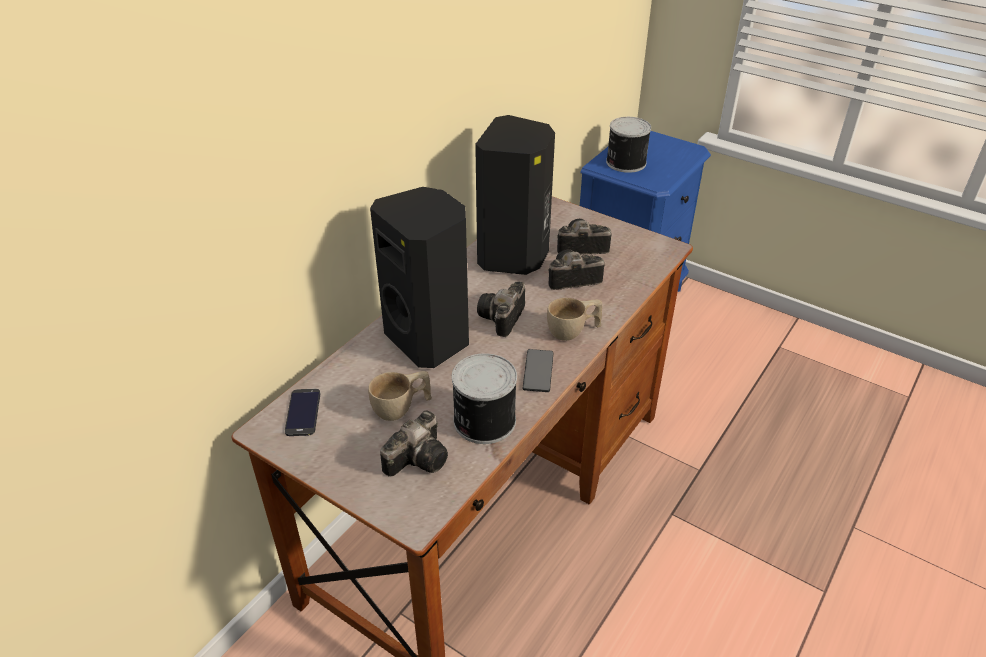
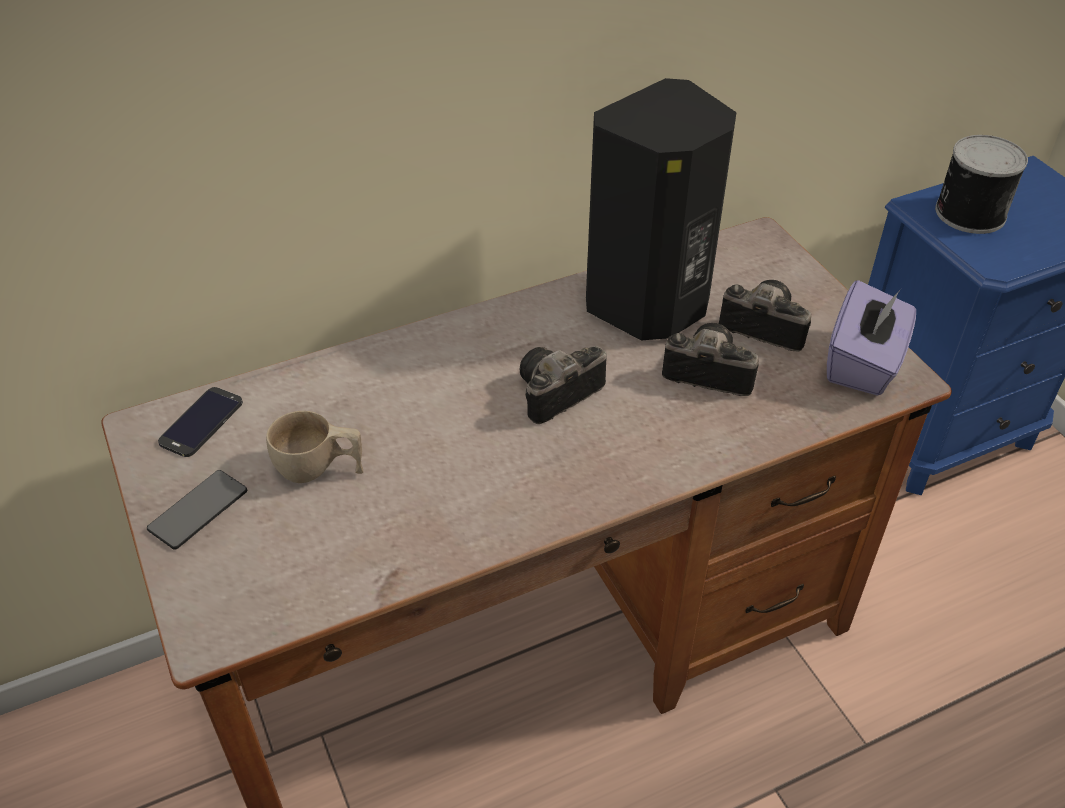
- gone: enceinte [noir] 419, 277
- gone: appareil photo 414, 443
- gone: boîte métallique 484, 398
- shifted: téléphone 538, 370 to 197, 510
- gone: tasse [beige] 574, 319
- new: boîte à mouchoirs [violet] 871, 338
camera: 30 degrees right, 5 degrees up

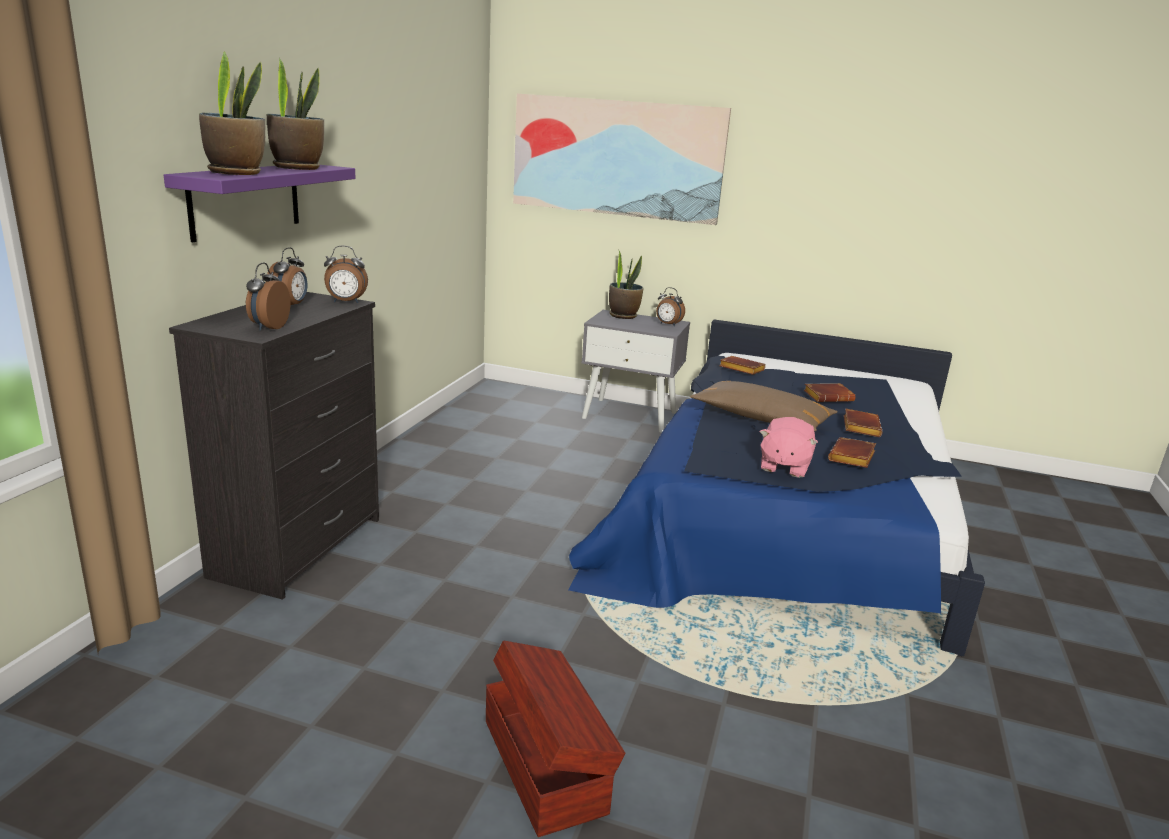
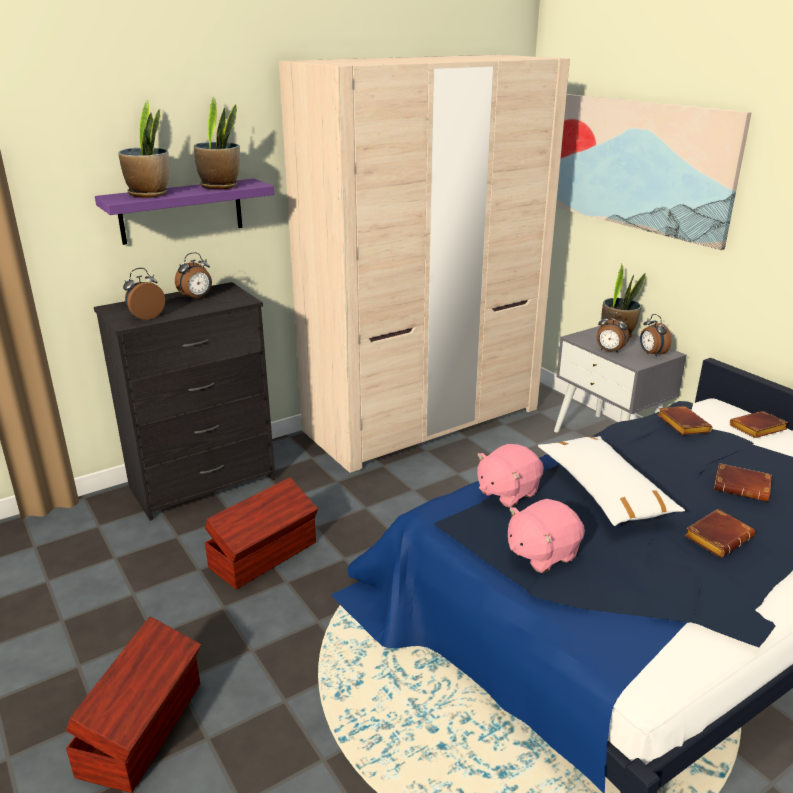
- shifted: réveil 346, 274 to 613, 333
- repainted: coussin [marron] 764, 406 to coussin [blanc] 611, 481
- shifted: livre [marron] 852, 452 to 759, 424
- new: boîte de rangement [marron] 261, 533
- new: armoire [beige] 424, 264
- new: peluche [rose] 510, 475
camera: 40 degrees right, 5 degrees up

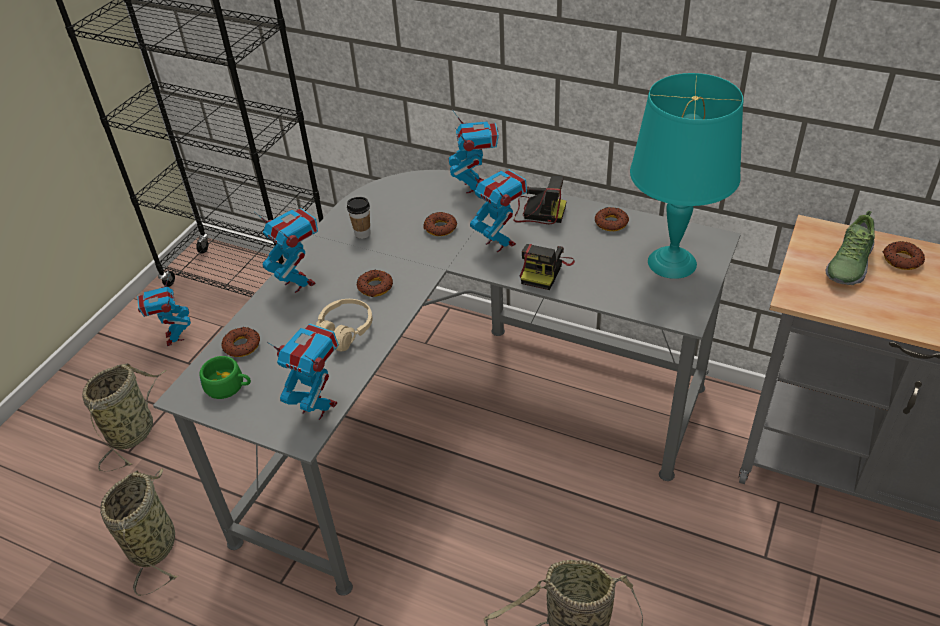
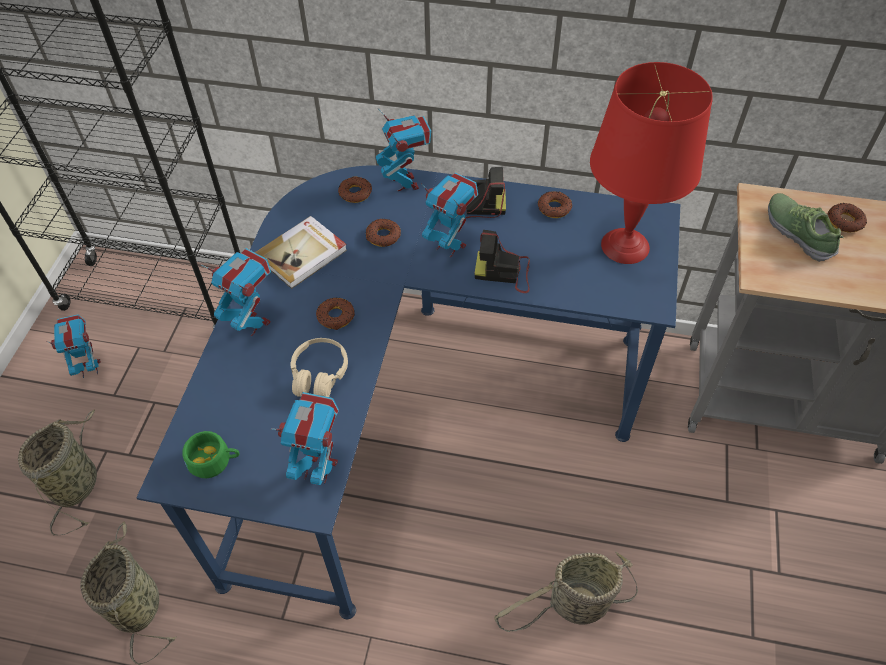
- rotated: robot jouet 164, 310 = 73, 346 105 degrees clockwise
- repainted: bureau [gris] 447, 383 to bureau [bleu] 408, 392
- shifted: beignet 240, 342 to 355, 190
- swapped: tasse 359, 218 to livre 301, 252
- rotated: appareil photo 547, 267 = 502, 261 90 degrees clockwise
- repainted: lampe de table [turquoise] 686, 176 to lampe de table [rouge] 651, 163
- rotated: chaussure 850, 248 = 805, 227 135 degrees clockwise
camera: 15 degrees left, 10 degrees up

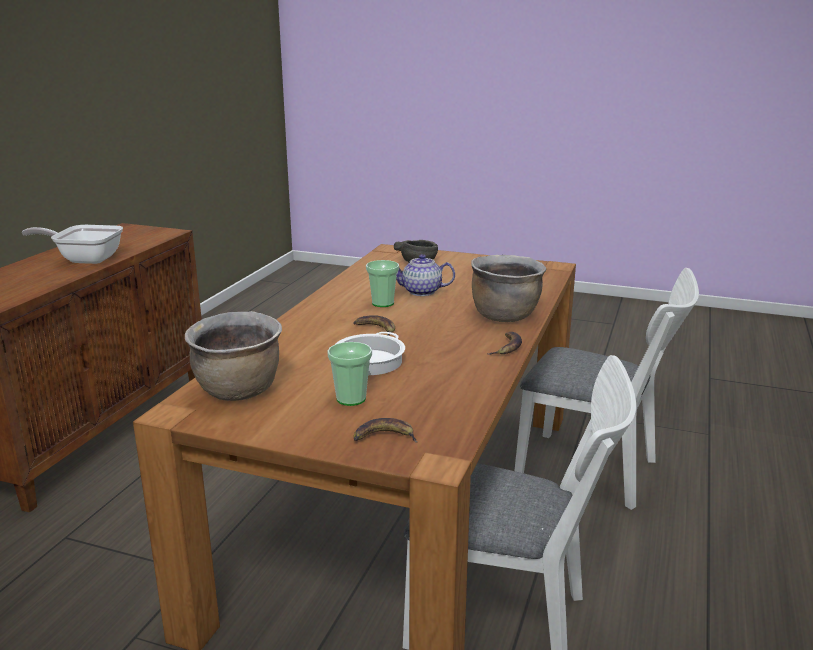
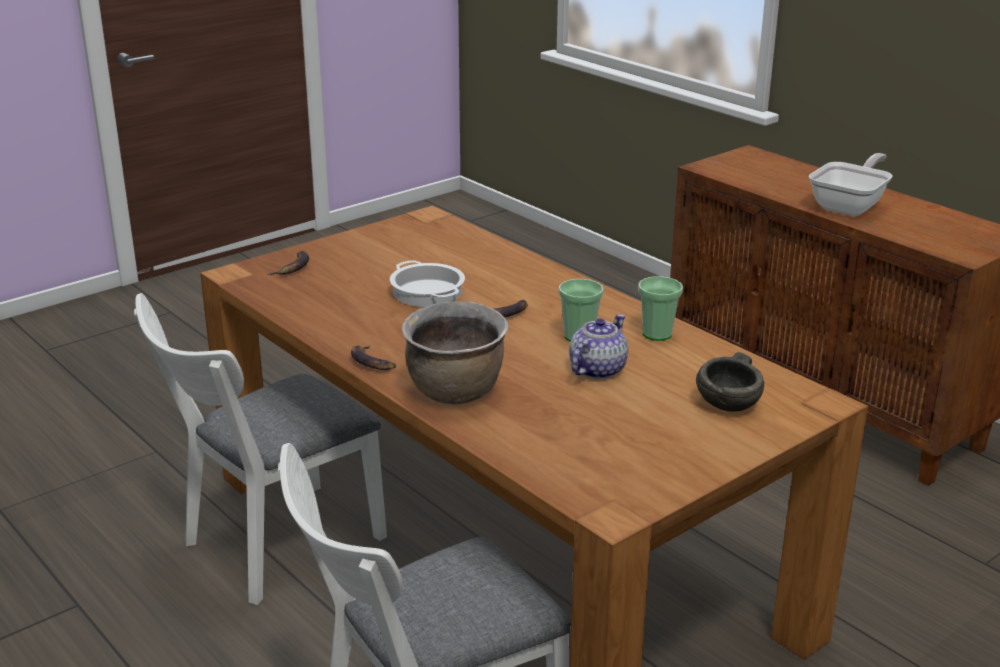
- gone: marmite [marron] 233, 356
- shifted: tasse 349, 374 to 660, 308
camera: 120 degrees right, 5 degrees up

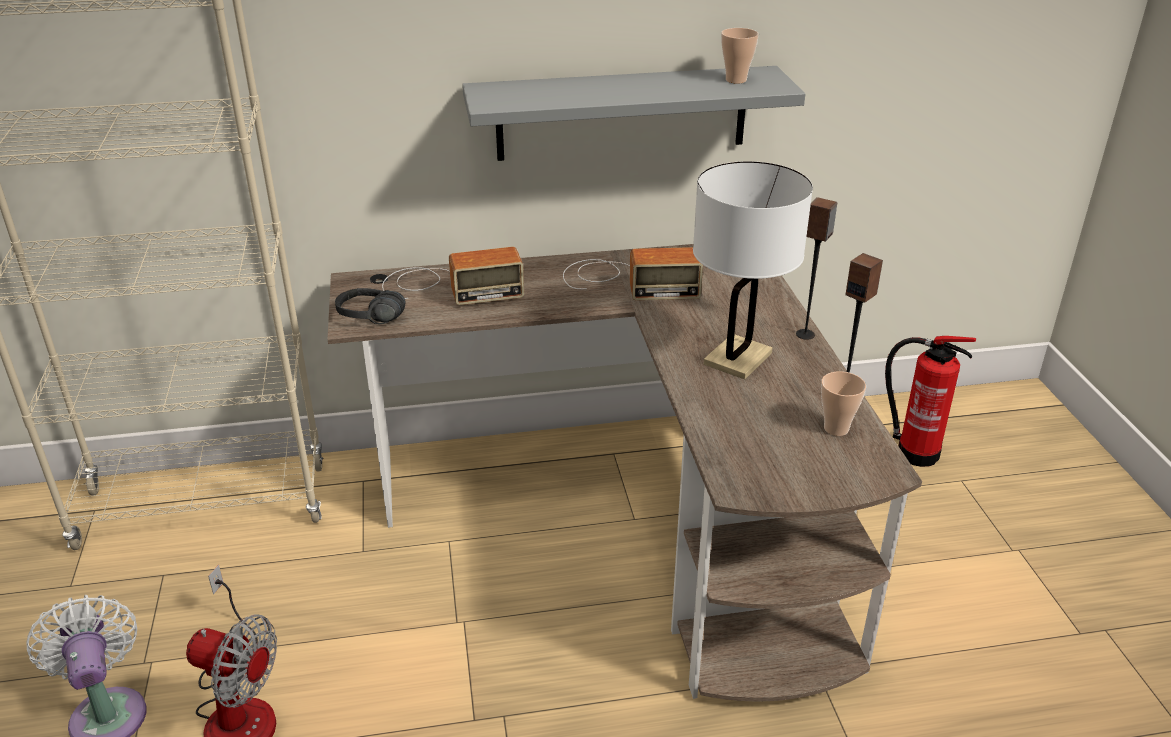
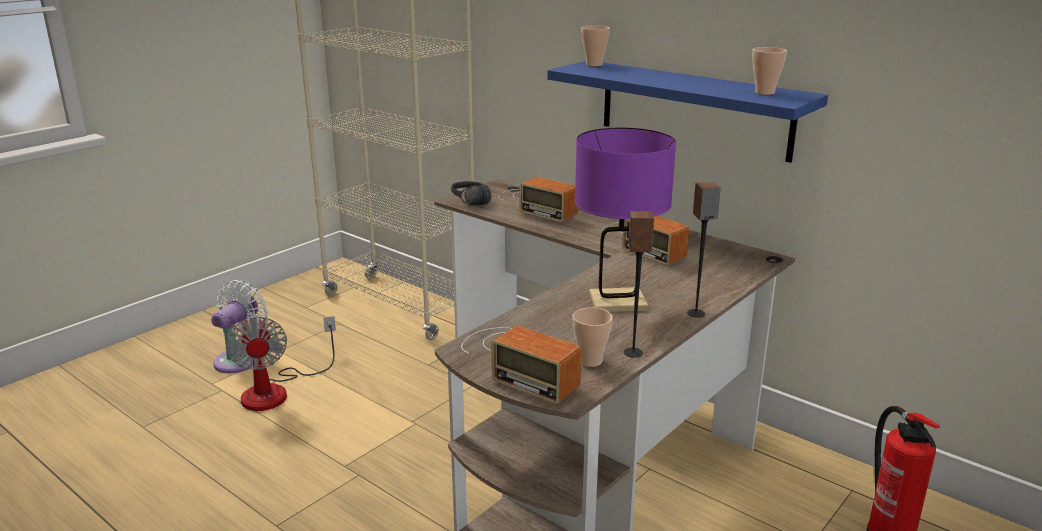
- repainted: étagère [gris] 633, 113 to étagère [bleu] 687, 112
- repainted: lampe de table [blanc] 753, 270 to lampe de table [violet] 625, 219
- new: radio 521, 365
- new: tasse 595, 45
camera: 50 degrees right, 10 degrees down

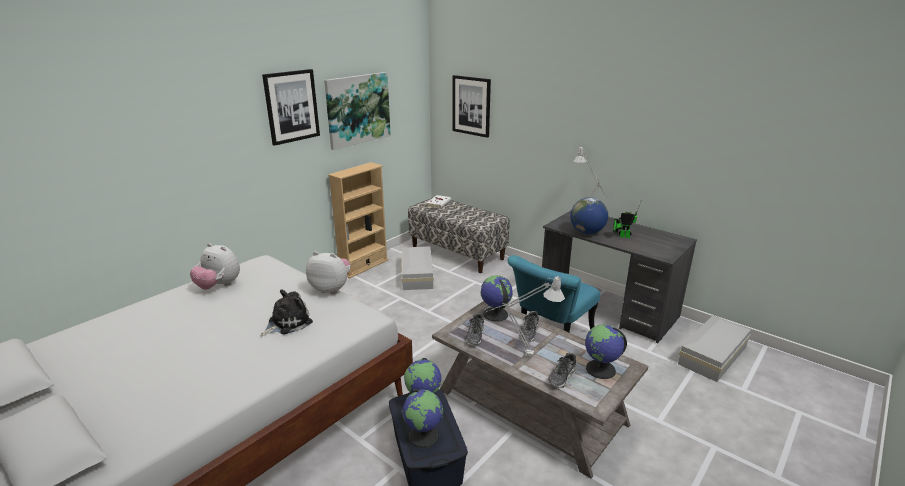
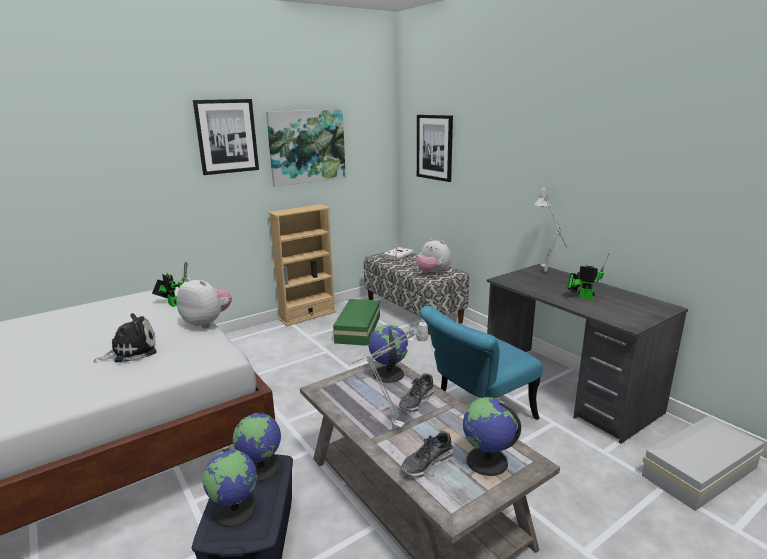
- shifted: peluche 215, 266 to 433, 256
- repainted: boîte de rangement [blanc] 418, 268 to boîte de rangement [vert] 357, 322
- gone: chaussure 474, 329
- gone: globe 589, 215
- new: robot jouet 169, 284
camera: 15 degrees right, 5 degrees down

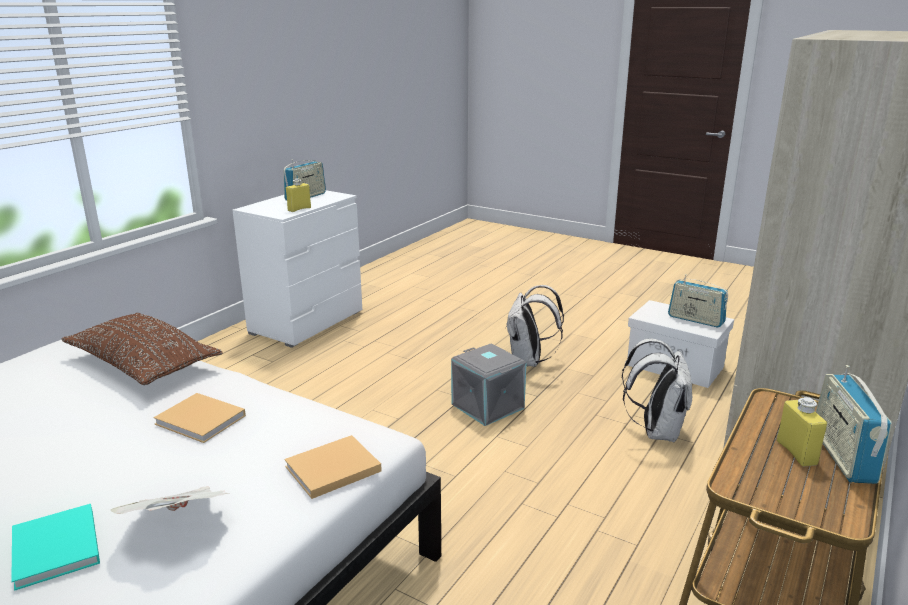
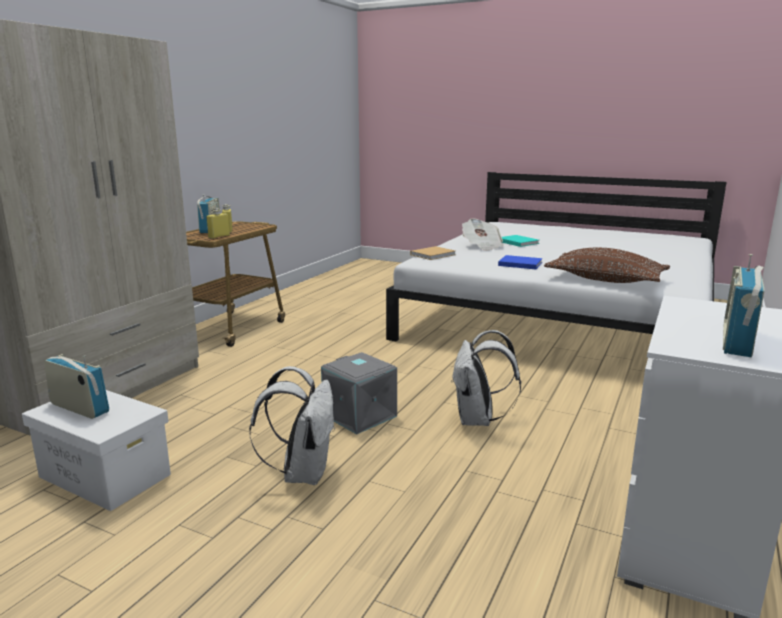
- repainted: livre [beige] 199, 418 to livre [bleu] 520, 262
- shifted: bouteille [jaune] 298, 195 to 218, 224
- shifted: sac à dos [blanc] 657, 391 to 486, 378
camera: 175 degrees right, 5 degrees down

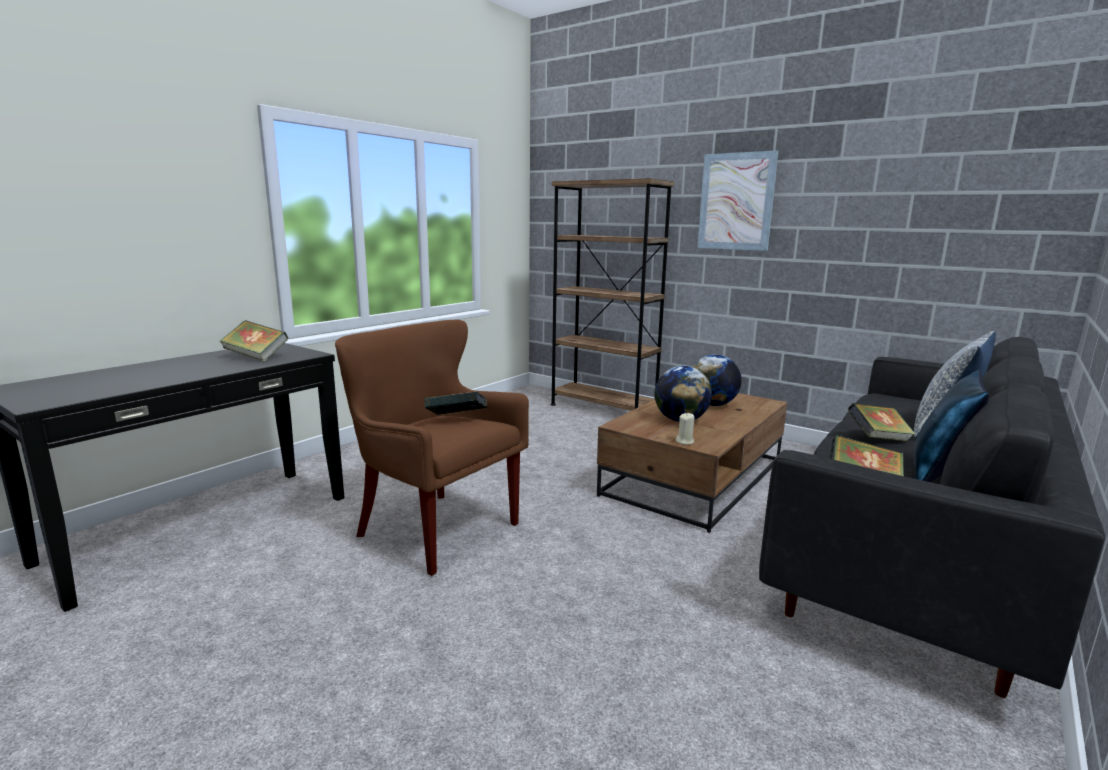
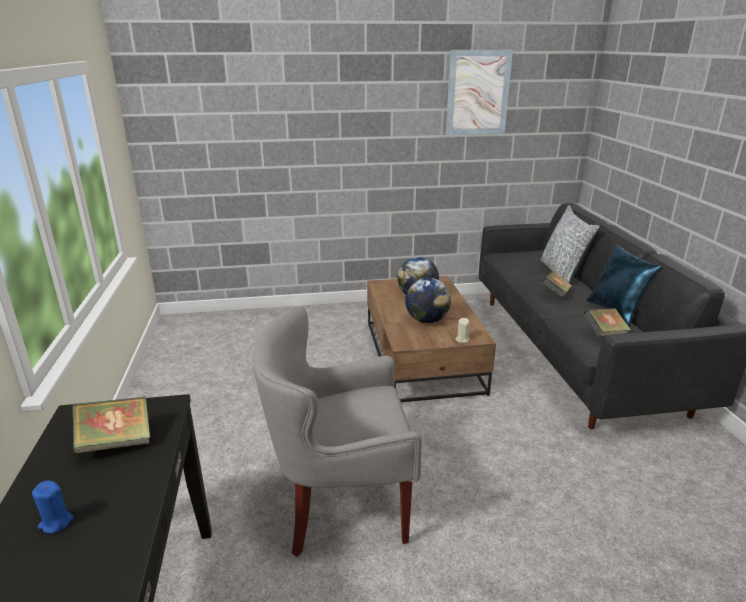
- repainted: fauteuil [marron] 432, 448 to fauteuil [gris] 337, 431
- gone: livre 456, 403
- gone: bibliothèque [marron] 612, 294
- shifted: tableau 737, 200 to 479, 92
- new: bougie [bleu] 52, 507
camera: 45 degrees left, 10 degrees up

